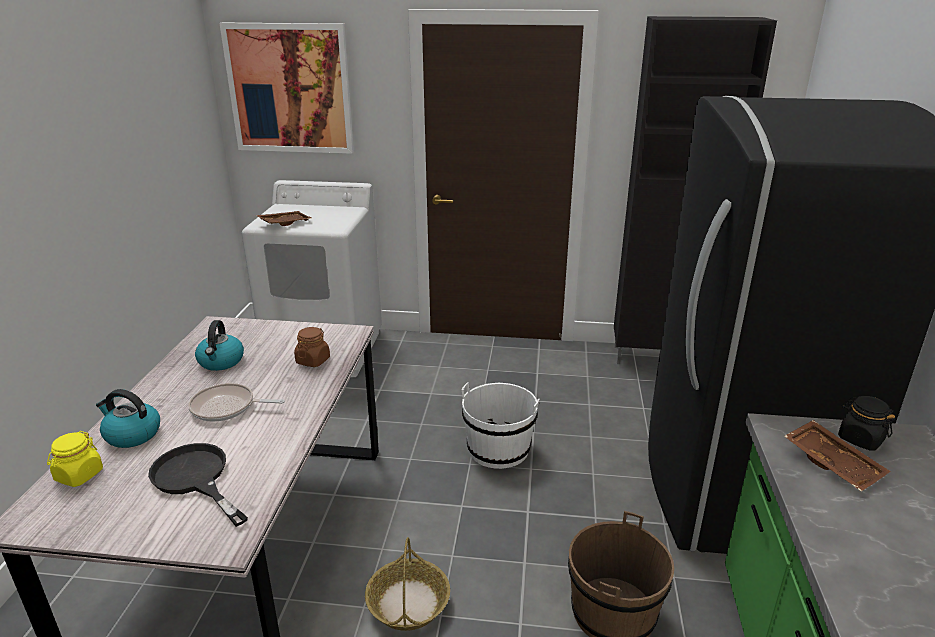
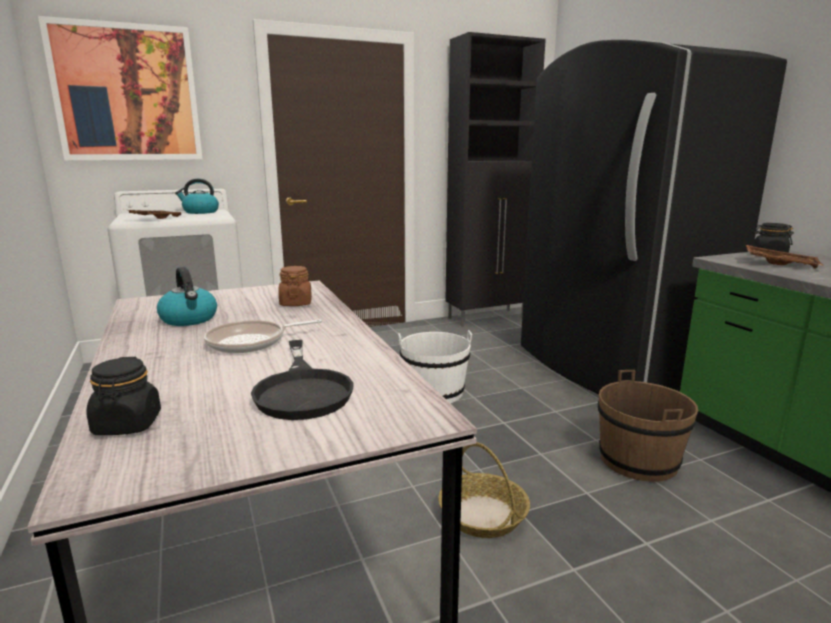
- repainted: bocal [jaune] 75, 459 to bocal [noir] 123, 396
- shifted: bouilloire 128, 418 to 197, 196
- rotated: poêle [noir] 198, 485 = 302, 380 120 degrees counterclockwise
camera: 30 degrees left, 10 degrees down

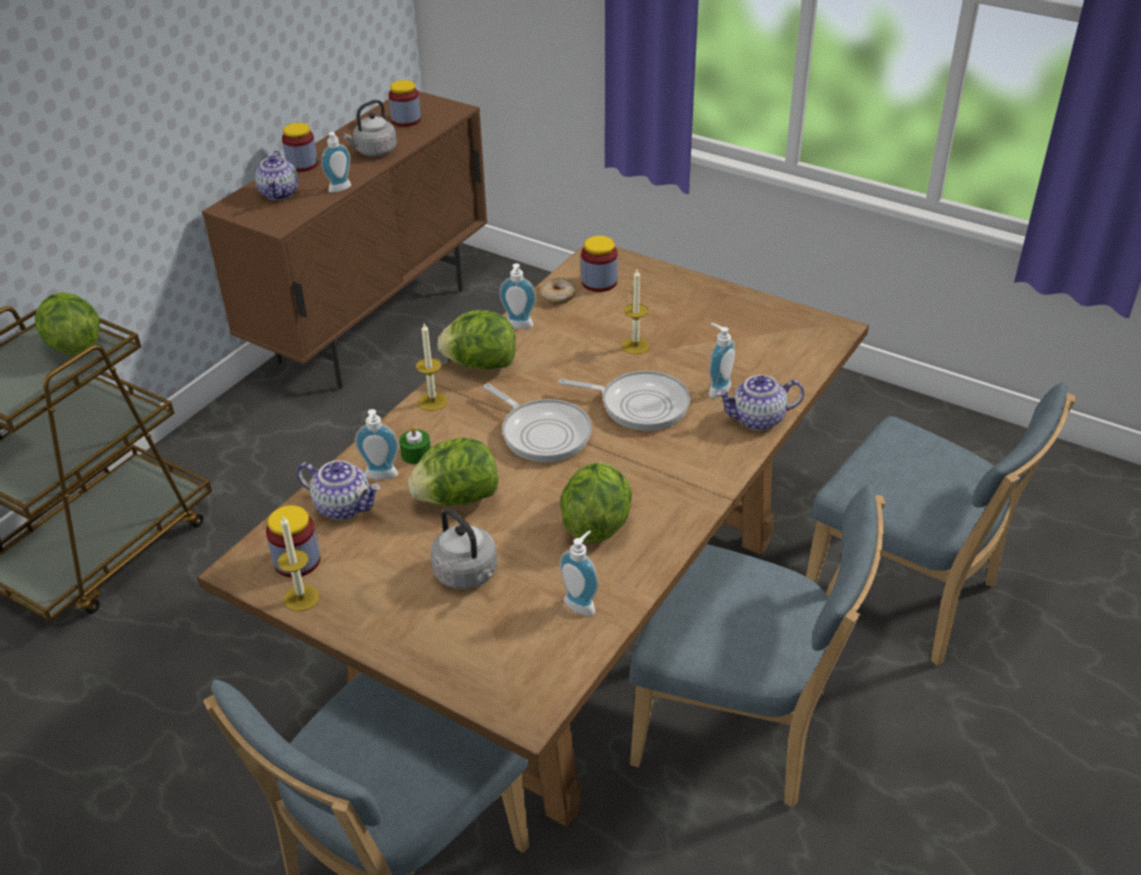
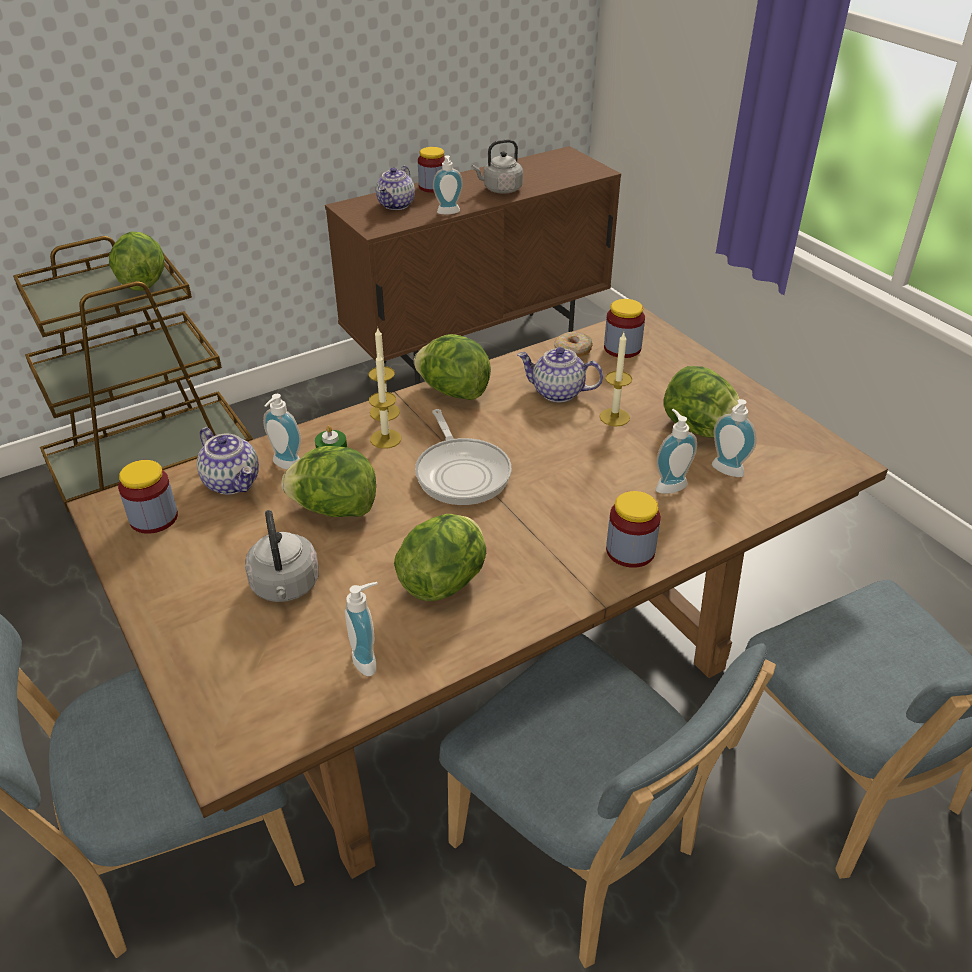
- shifted: bougie 298, 564 to 385, 400
- shifted: bocal 405, 103 to 633, 529
- shifted: distributeur de savon 517, 296 to 734, 438
- gone: poêle 624, 401
- shifted: théière 760, 403 to 560, 374
- new: laitue 705, 402
camera: 25 degrees right, 0 degrees up

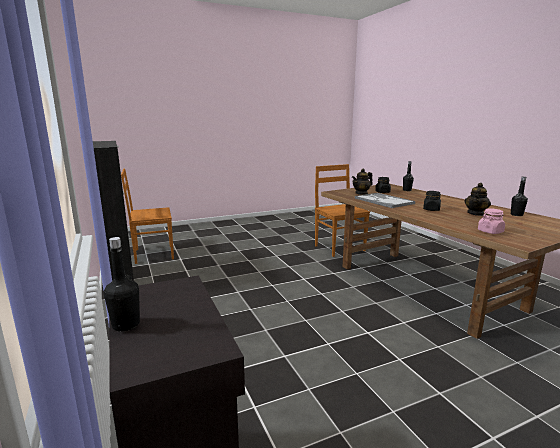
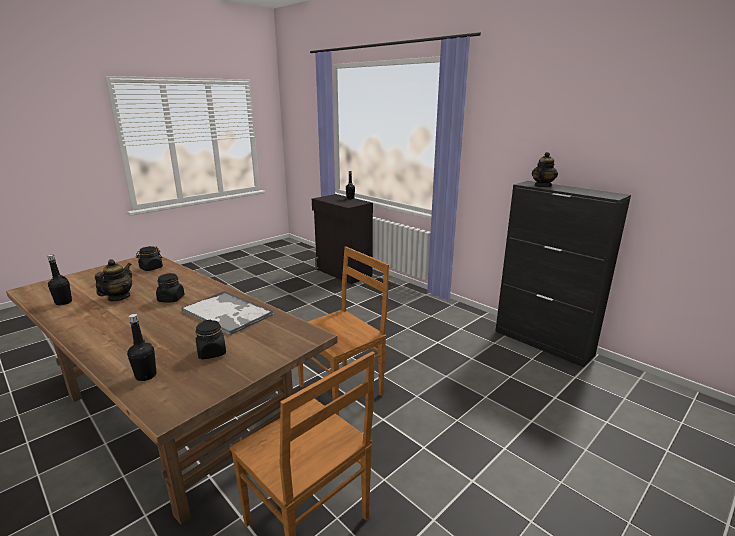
- shifted: chaise [marron] 147, 216 to 343, 331
- shifted: théière 362, 182 to 545, 169
- repainted: bocal [rose] 491, 221 to bocal [noir] 149, 258
camera: 160 degrees right, 5 degrees up

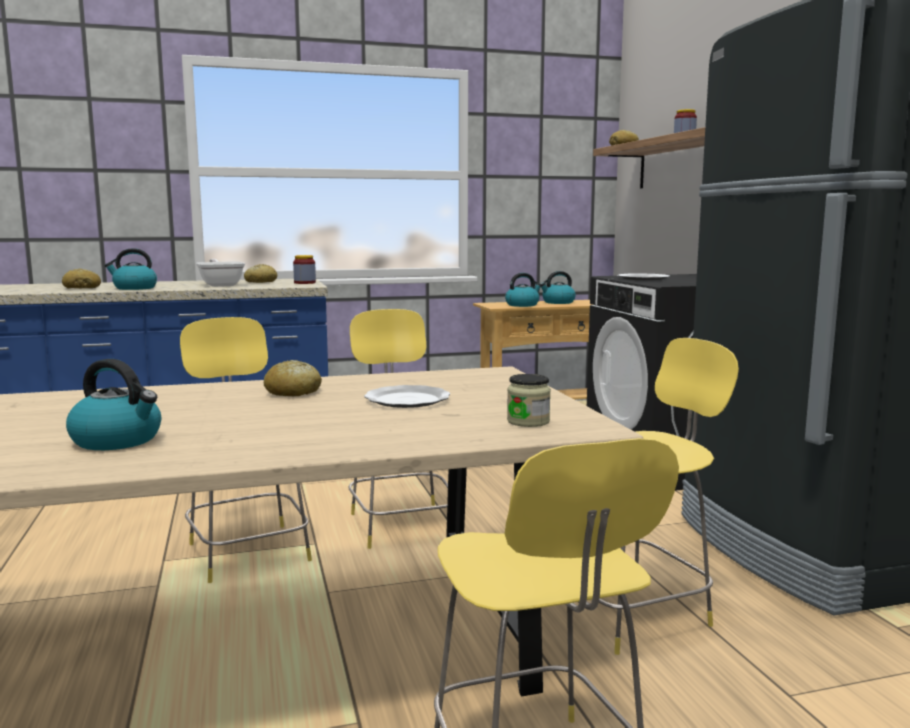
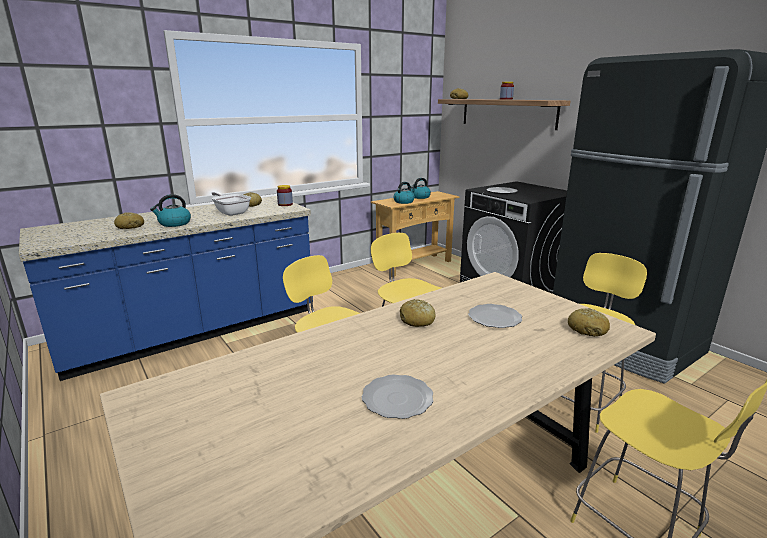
- swapped: bouilloire 113, 404 to assiette 397, 396
- swapped: bocal 529, 400 to pain 589, 322
camera: 20 degrees left, 10 degrees up

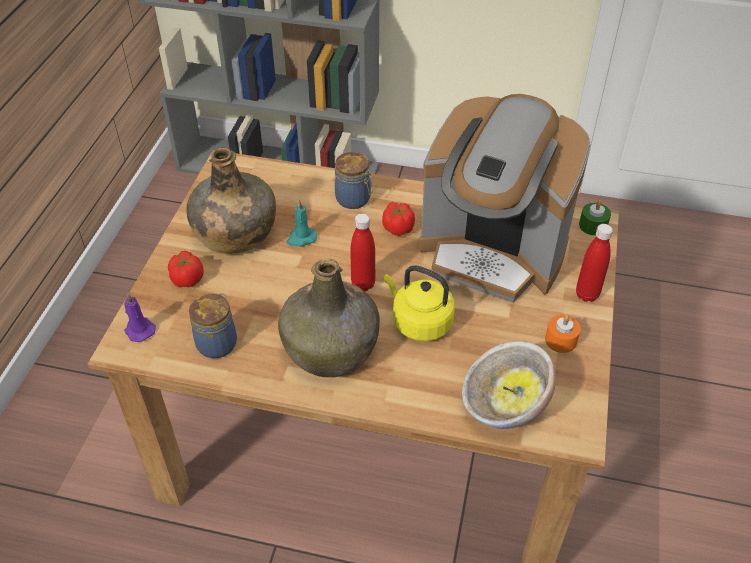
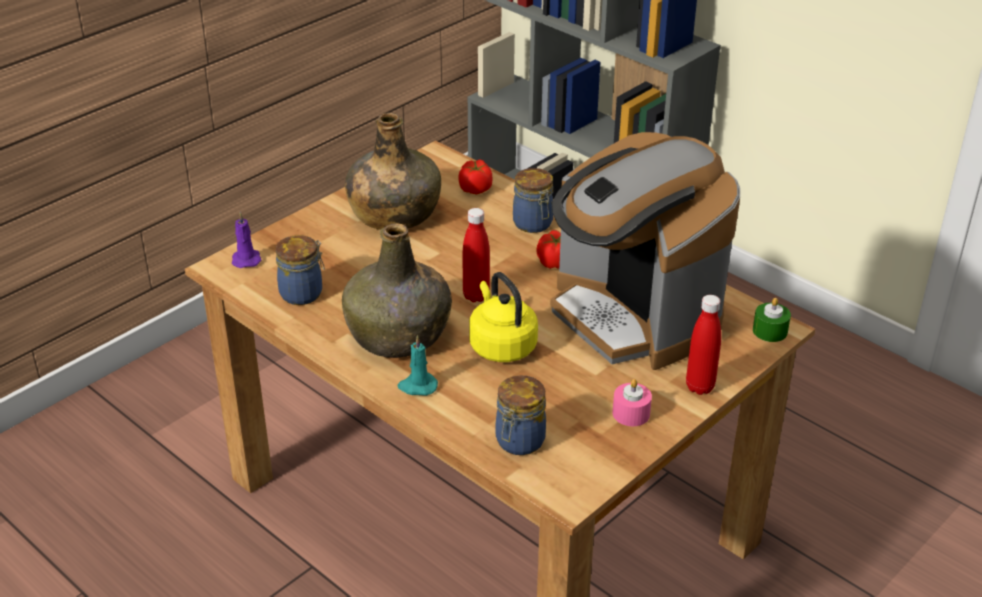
- shifted: tomate 186, 269 to 475, 177
- shifted: bougie [turquoise] 302, 223 to 417, 365
- swapped: bol 509, 385 to bocal 521, 415
- repainted: bougie [orange] 563, 334 to bougie [rose] 632, 402
camera: 30 degrees right, 10 degrees down

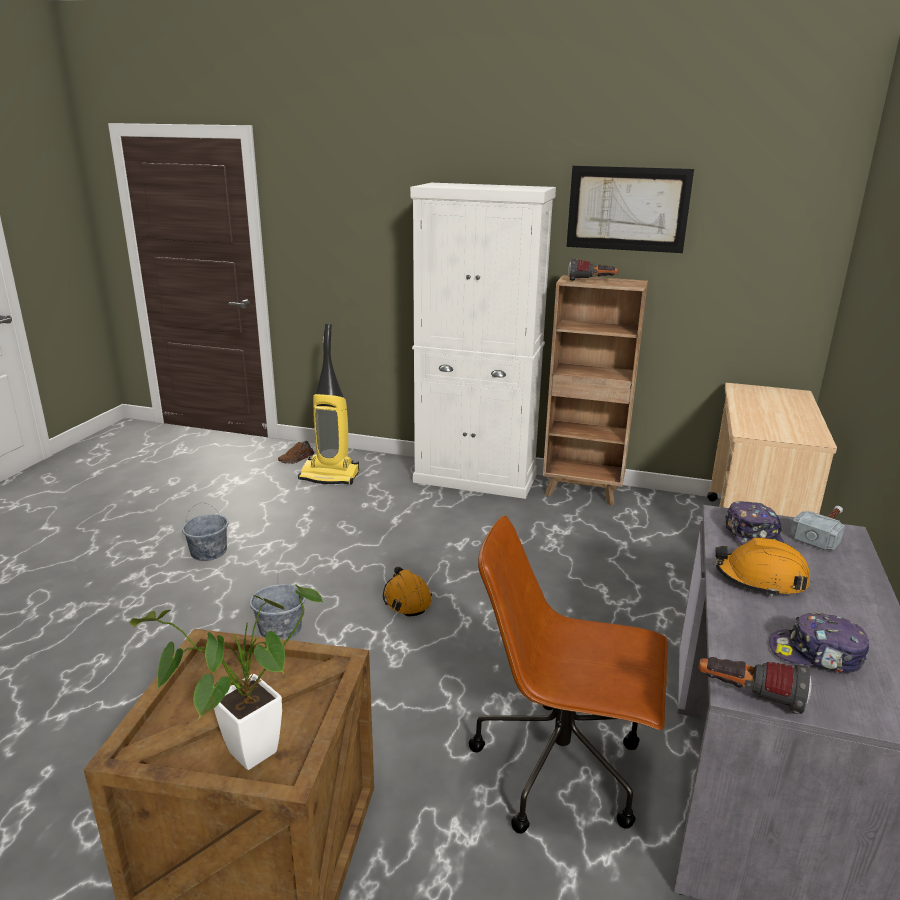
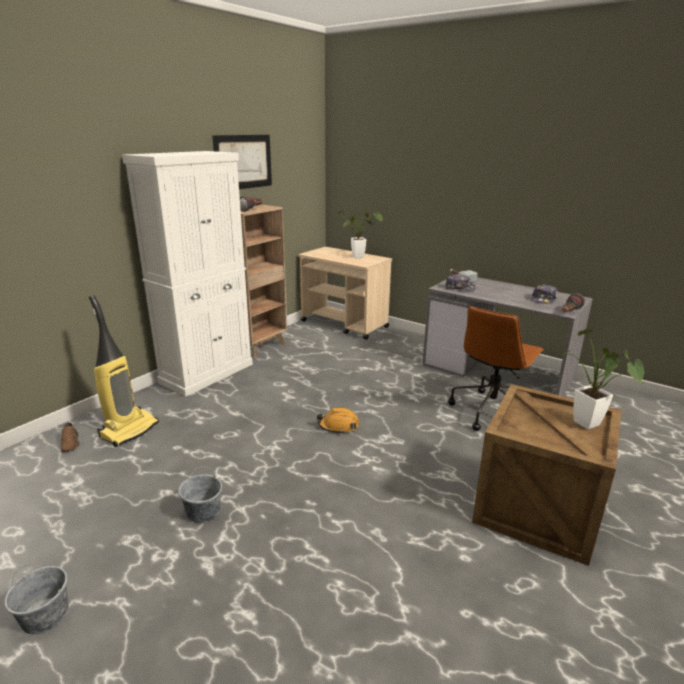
- shifted: seau [gris] 277, 609 to 36, 599
- gone: casque de chantier [orange] 762, 567
- new: plante en pot 360, 233
camera: 70 degrees left, 0 degrees up

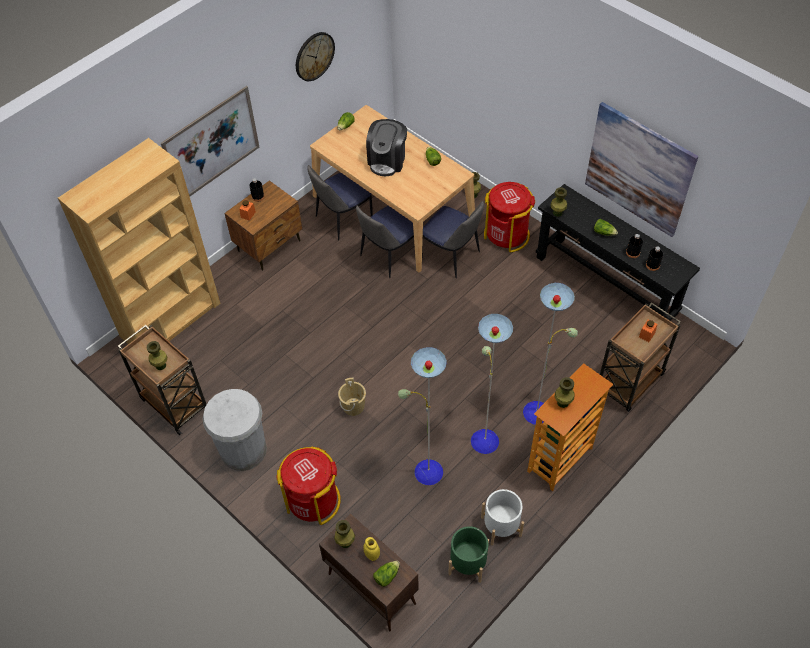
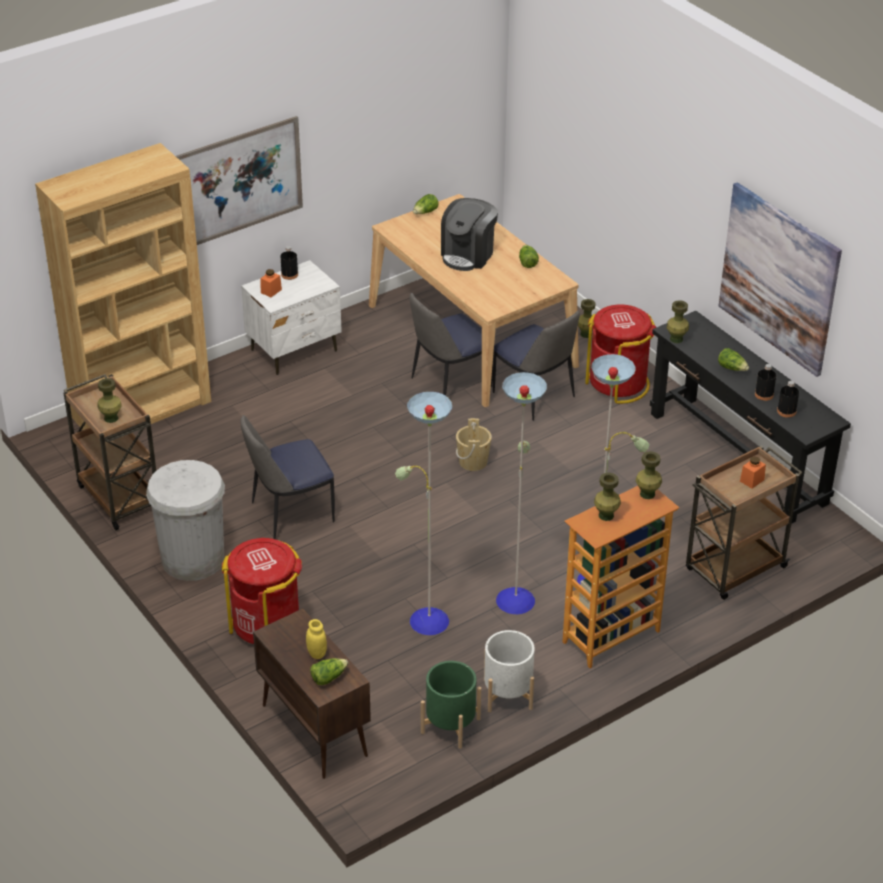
- repainted: table de chevet [marron] 263, 225 to table de chevet [blanc] 291, 317
- gone: horloge murale 315, 56
- shifted: chaise 340, 203 to 288, 477
- shifted: vase [vert] 344, 534 to 649, 475
- shifted: seau [beige] 352, 397 to 474, 444
camera: 10 degrees right, 15 degrees down

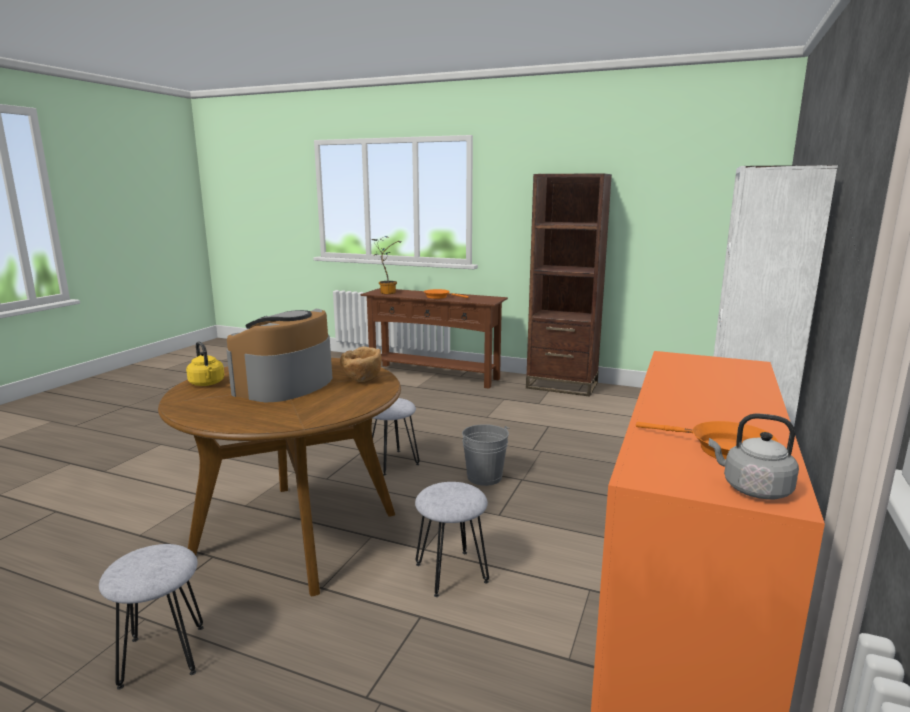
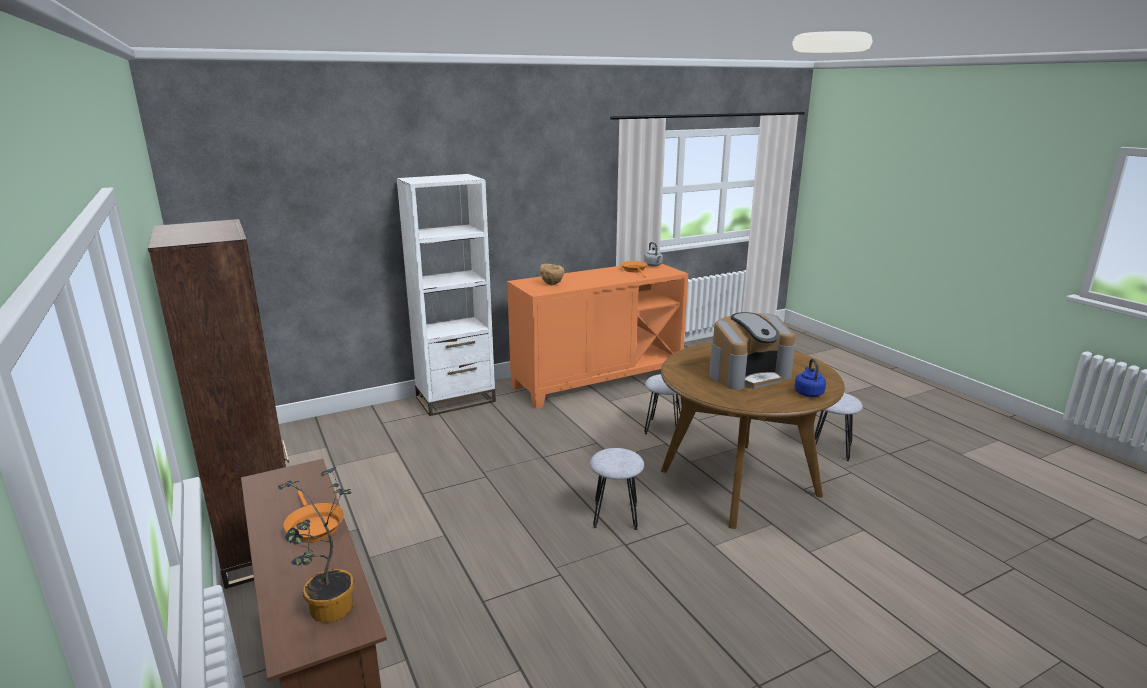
- repainted: bouilloire [jaune] 205, 363 to bouilloire [bleu] 810, 378
- shifted: bol [marron] 360, 364 to 552, 274
- gone: seau [gris] 485, 455
camera: 140 degrees left, 5 degrees up

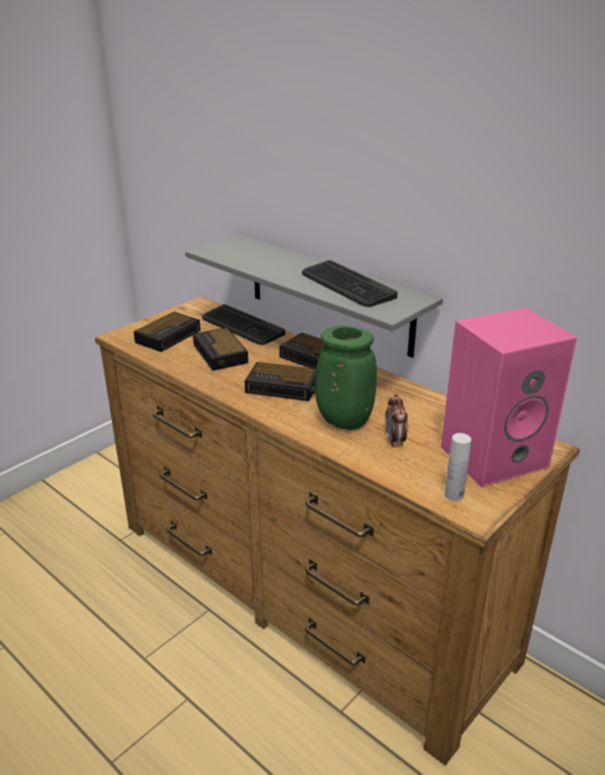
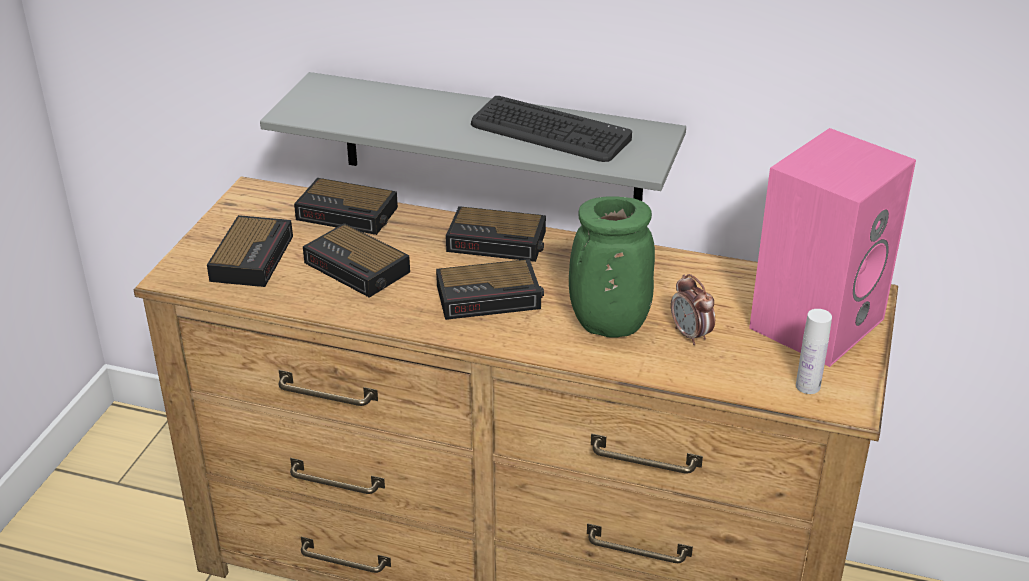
- swapped: clavier 243, 324 to réveil 346, 206
camera: 25 degrees left, 5 degrees up

